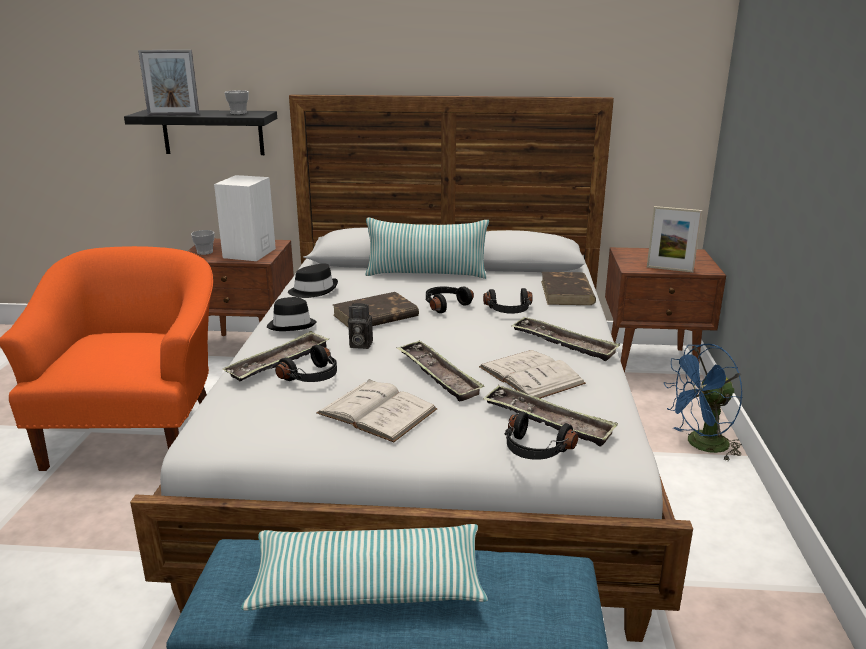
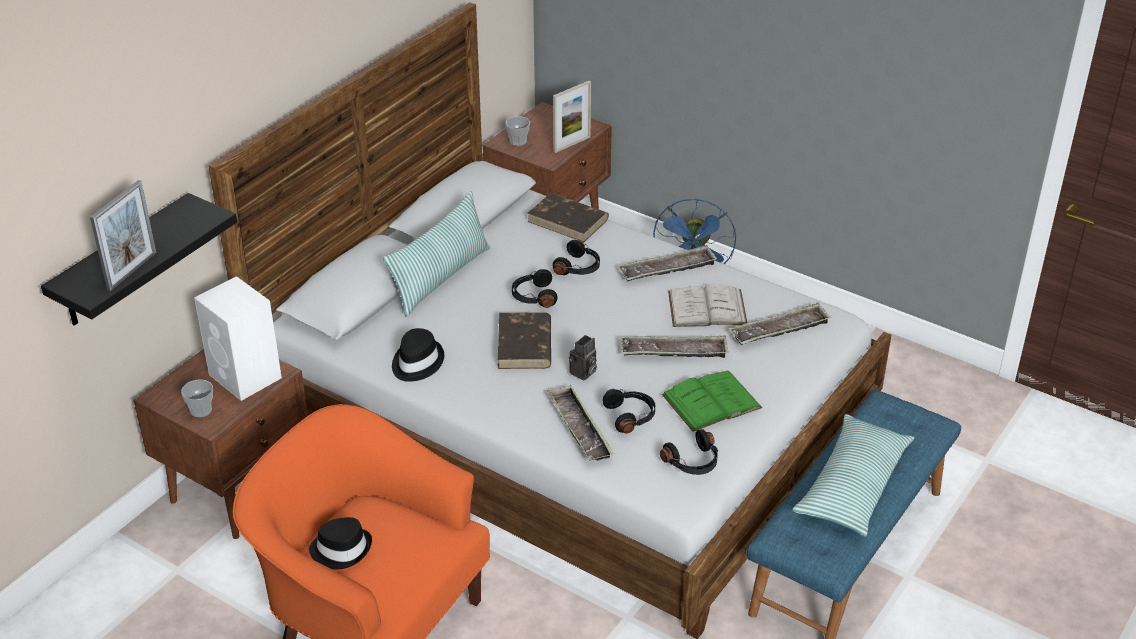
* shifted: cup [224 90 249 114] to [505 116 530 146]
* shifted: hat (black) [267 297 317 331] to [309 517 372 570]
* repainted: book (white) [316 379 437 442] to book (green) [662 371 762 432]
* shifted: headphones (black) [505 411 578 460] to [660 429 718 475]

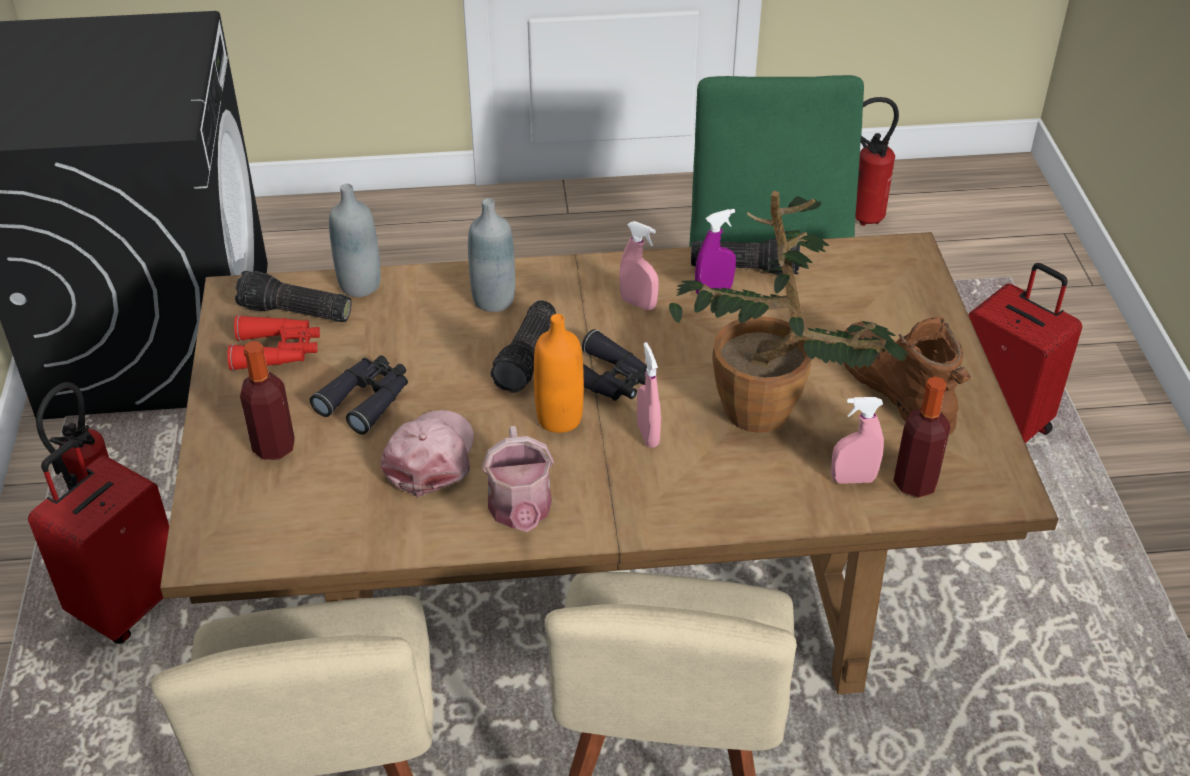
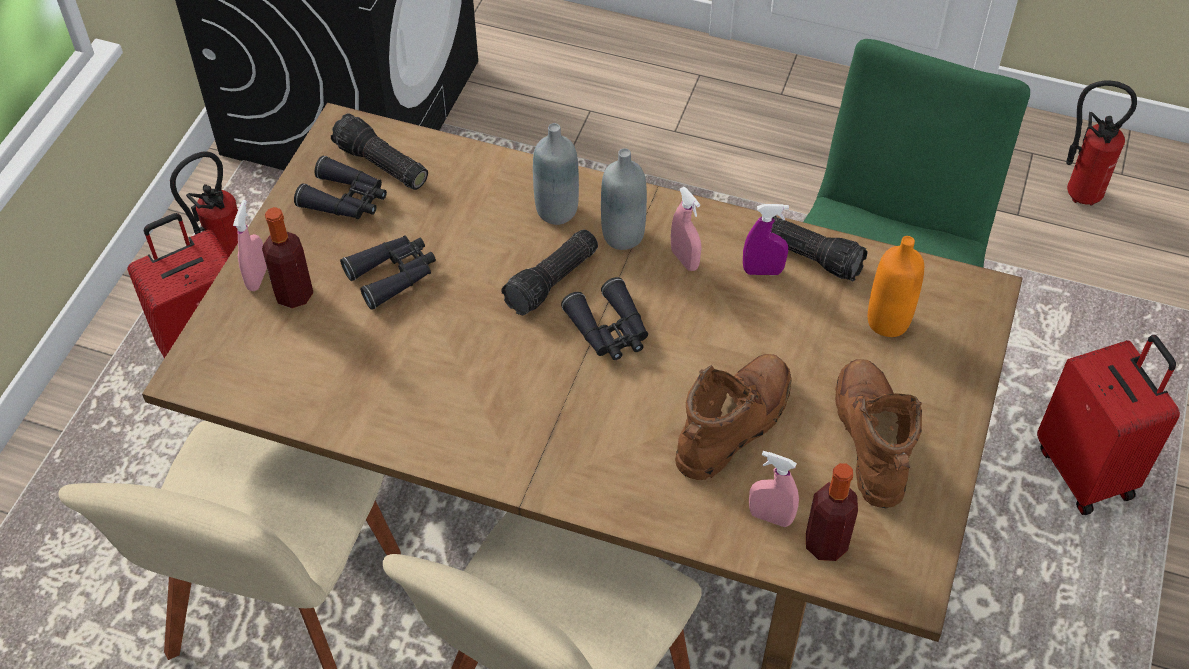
* repainted: binoculars (red) [227 315 320 371] to binoculars (black) [294 156 387 219]
* shifted: bottle (grey) [329 184 381 297] to [601 148 647 250]
* gone: cap (pink) [381 410 474 497]
* gone: watering can [482 426 554 532]
* shifted: bottle (orange) [534 314 584 433] to [868 236 924 337]
* shifted: spray bottle (pink) [637 342 661 448] to [233 200 267 291]
* swapped: potted plant [669 191 909 433] to boot (brown) [675 354 792 480]

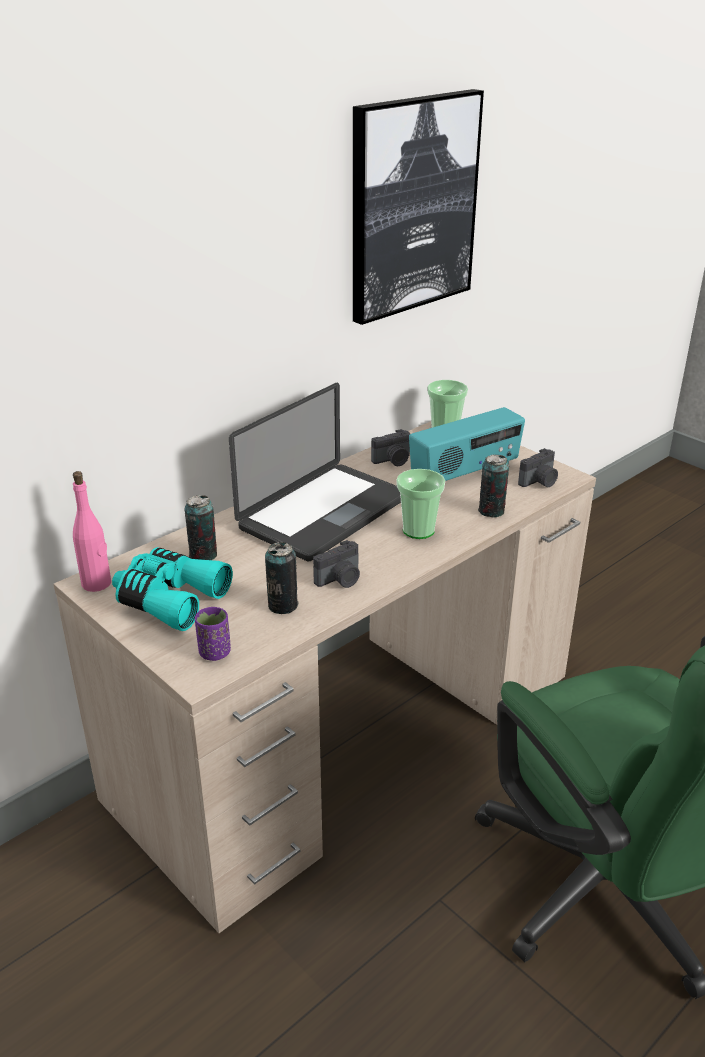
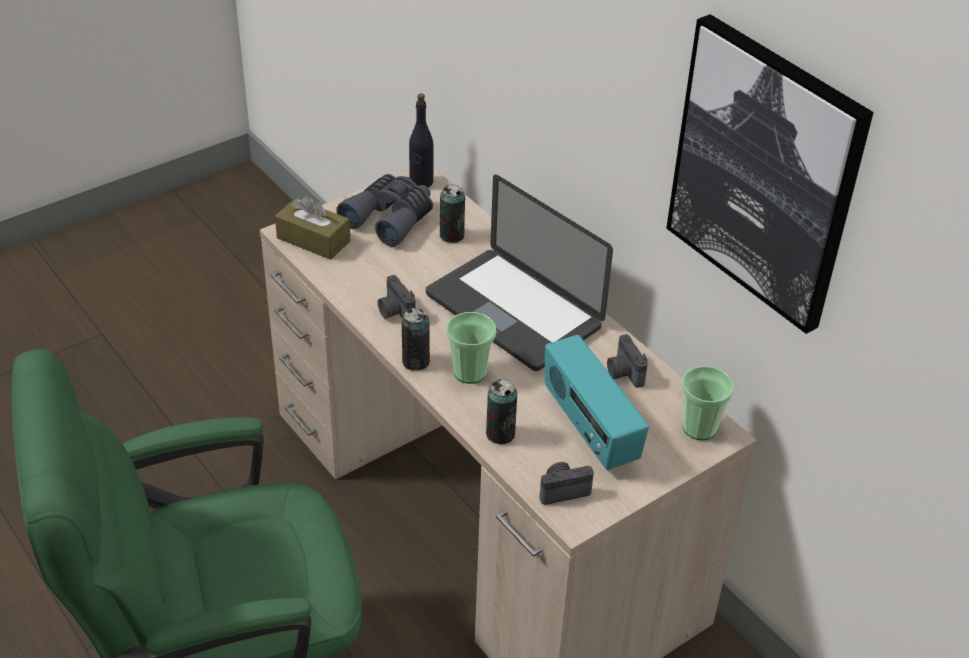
* repainted: bottle (pink) [73 471 111 592] to bottle (black) [409 93 433 188]
* repainted: binoculars (turquoise) [112 547 233 631] to binoculars (grey) [336 174 433 247]
* swapped: cup (purple) [195 607 231 661] to tissue box (brown) [275 195 350 260]
* shifted: can [265 542 298 614] to [402 308 430 371]
* rotated: photo camera [518 448 558 487] = [539 462 594 505] 105 degrees clockwise

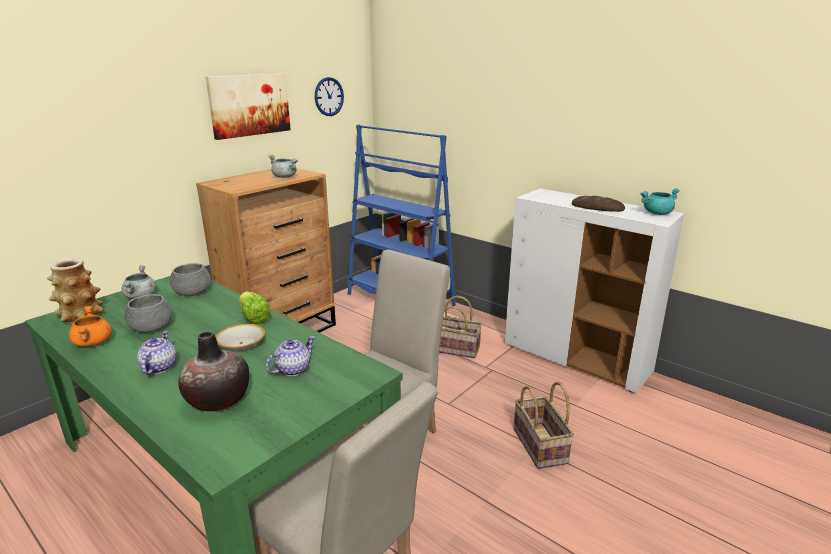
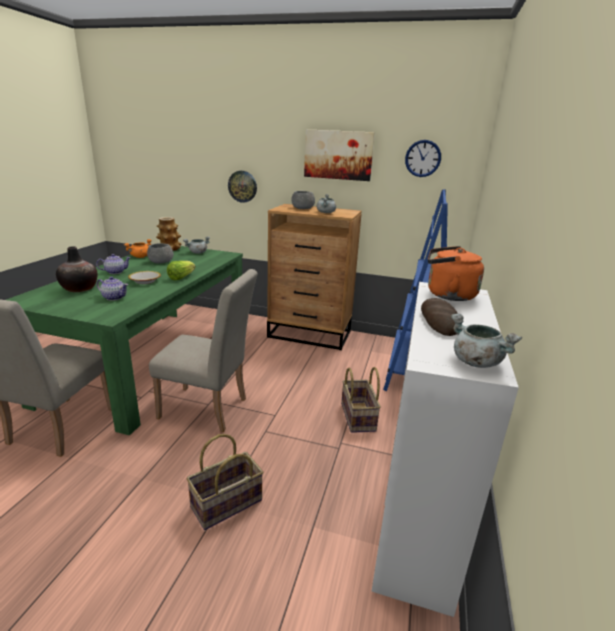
* shifted: bowl (grey) [170 263 211 296] to [291 191 315 209]
* repainted: cooking pot (turquoise) [640 188 680 215] to cooking pot (grey) [451 314 522 368]
* new: wall clock [228 171 257 203]
* new: kettle (orange) [428 246 484 301]

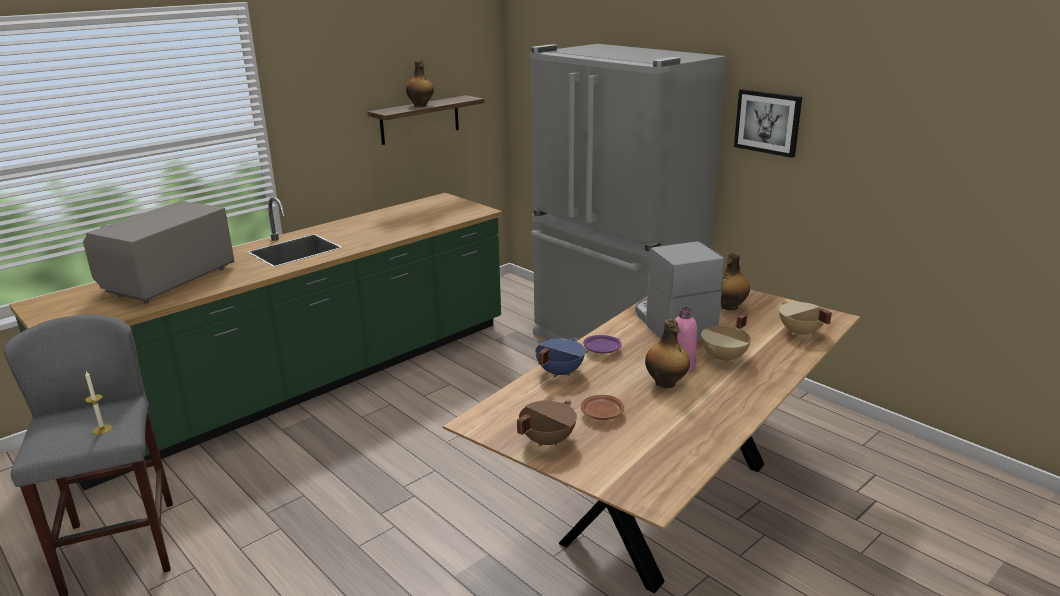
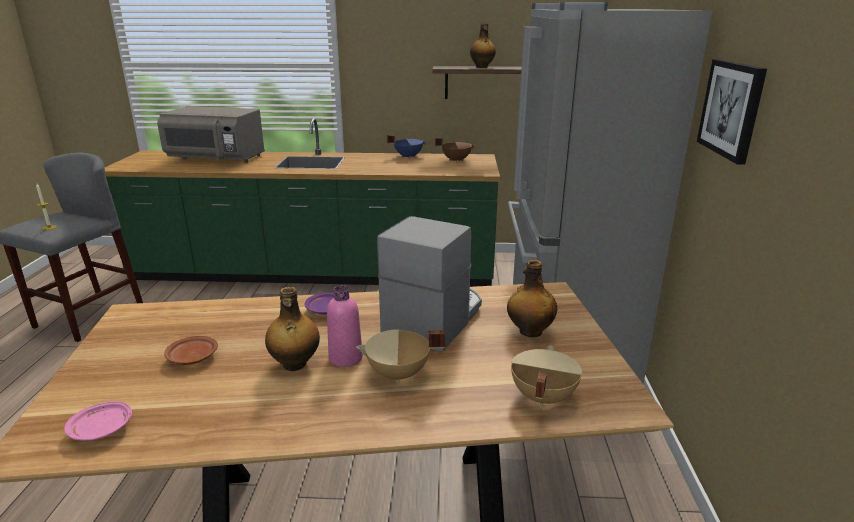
* rotated: microwave (grey) [83 201 235 304] = [157 106 265 163] 150 degrees counterclockwise
* shifted: cooking pot (brown) [517 400 577 447] to [435 138 476 162]
* shifted: cooking pot (blue) [535 338 585 378] to [387 135 427 158]
* new: plate (pink) [64 401 132 441]

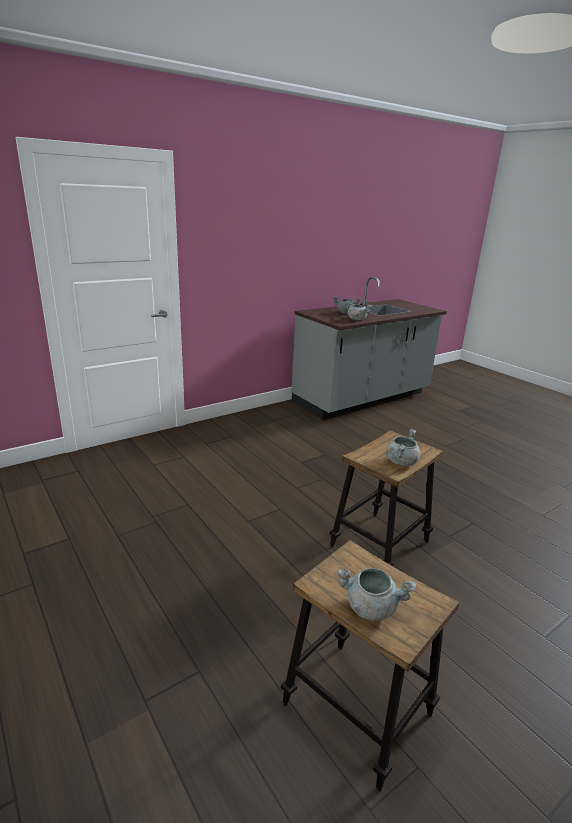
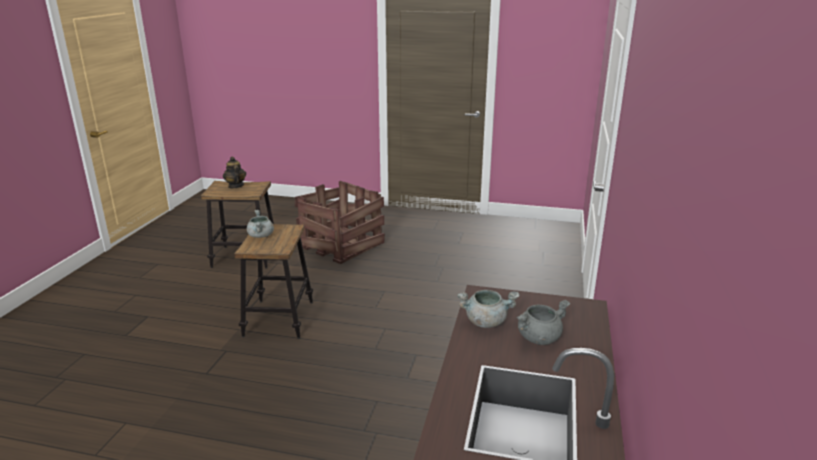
* swapped: cooking pot (grey) [337 568 416 620] to teapot [223 157 246 188]
* new: crate [295 181 385 264]

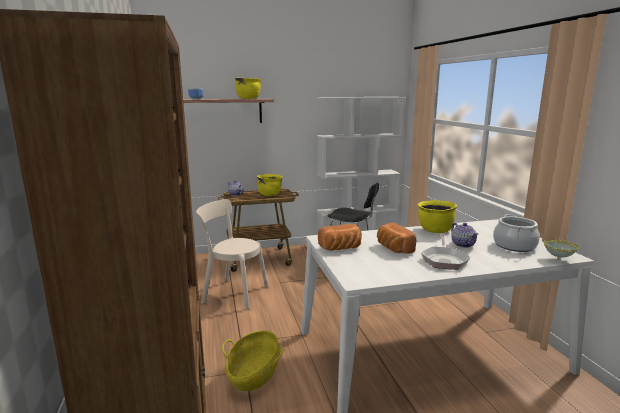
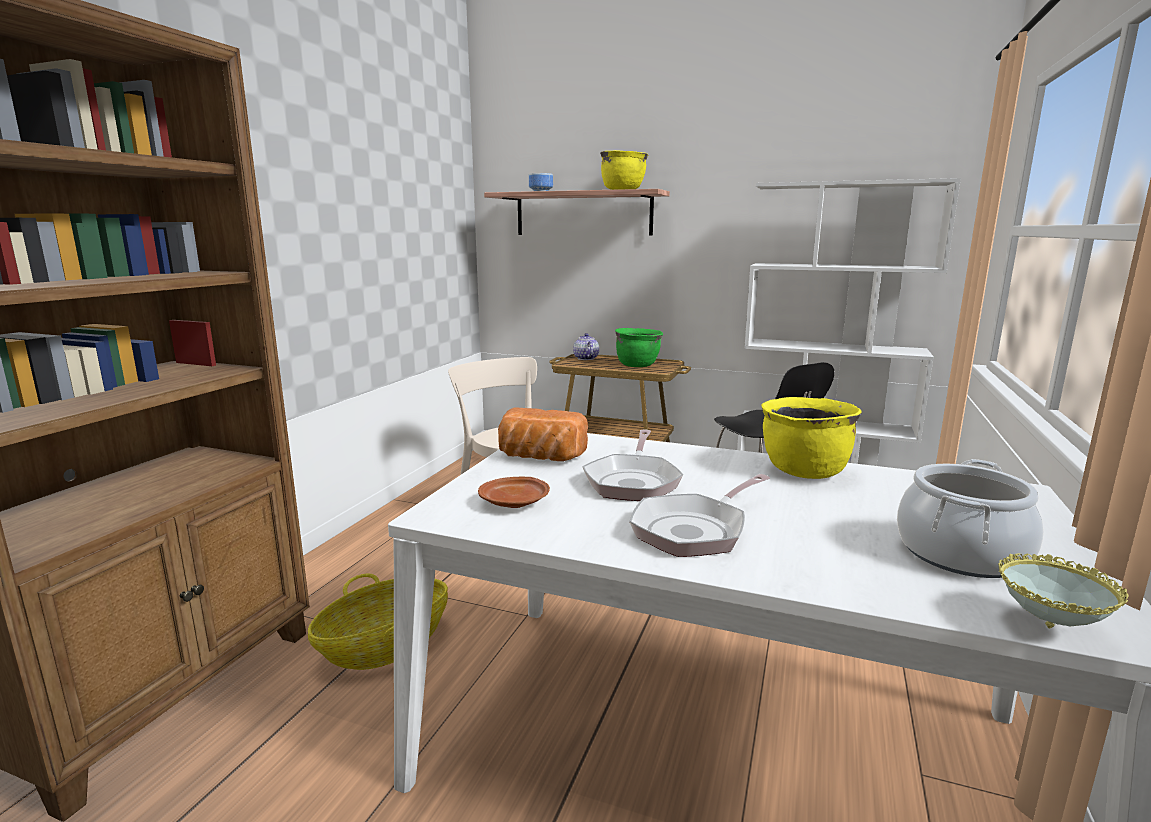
* repainted: cooking pot (yellow) [257 174 283 196] to cooking pot (green) [615 328 663 367]
* swapped: bread [377 223 416 254] to frying pan [582 430 683 501]
* gone: teapot [451 223 479 248]
* new: plate (brown) [478 477 550 508]

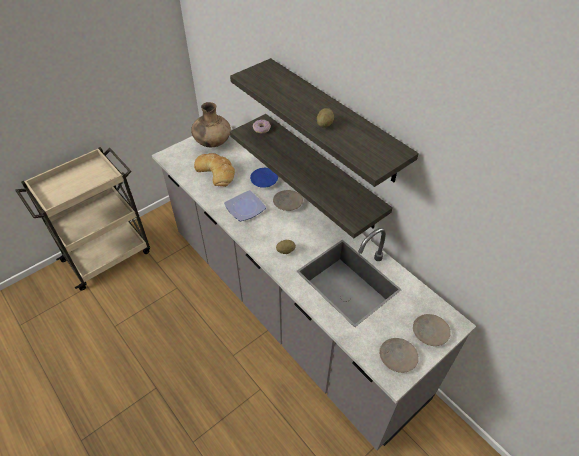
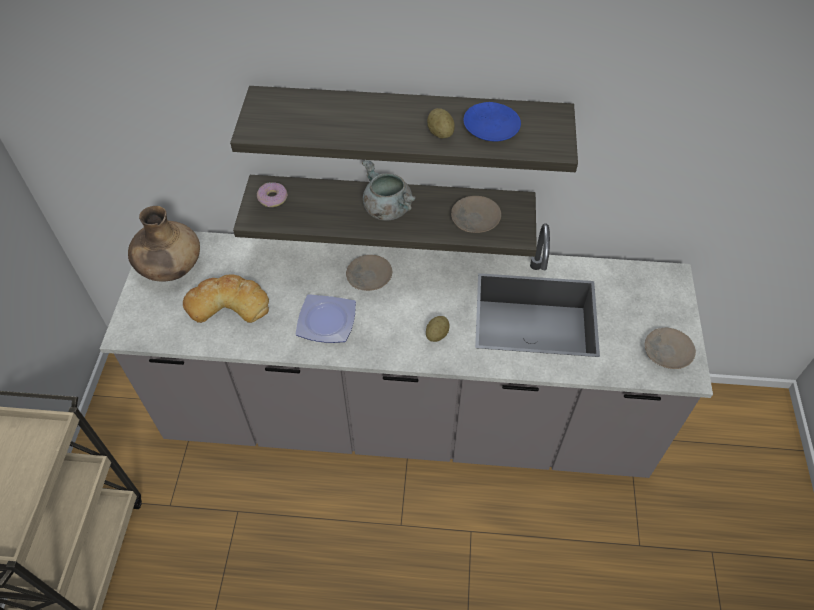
* shifted: plate (blue) [250 168 278 188] to [464 102 521 141]
* shifted: plate (beige) [413 314 451 346] to [451 196 501 233]
* new: cooking pot (grey) [362 160 416 221]

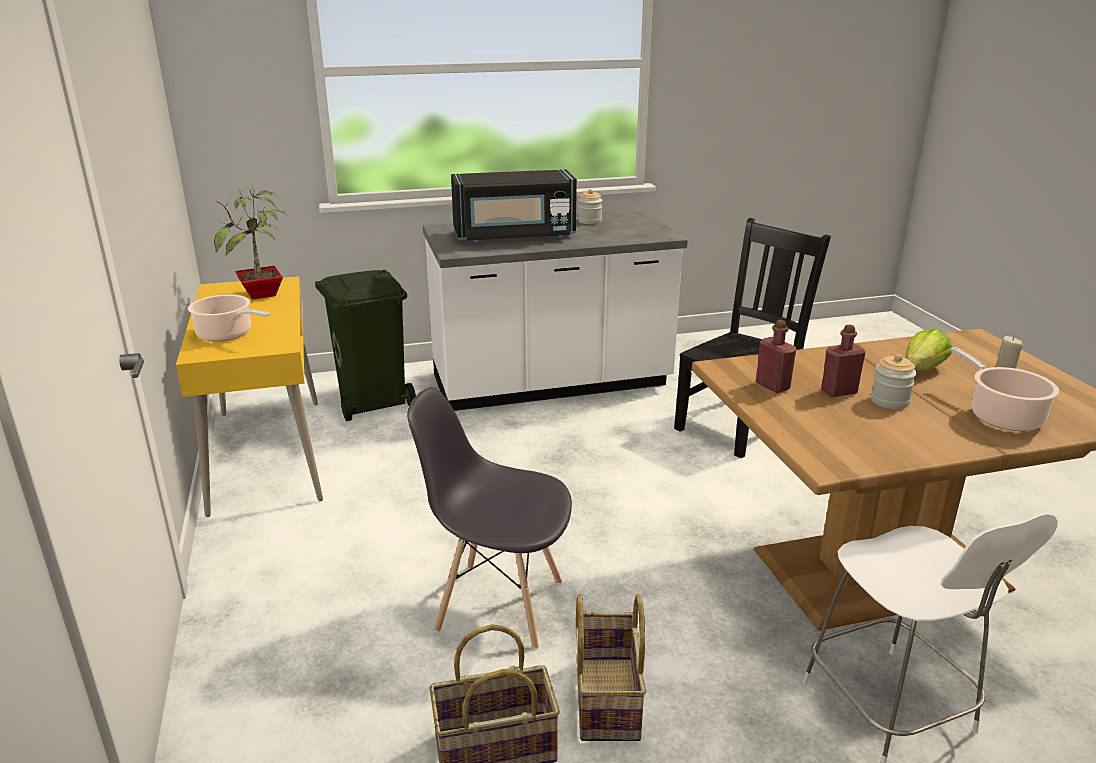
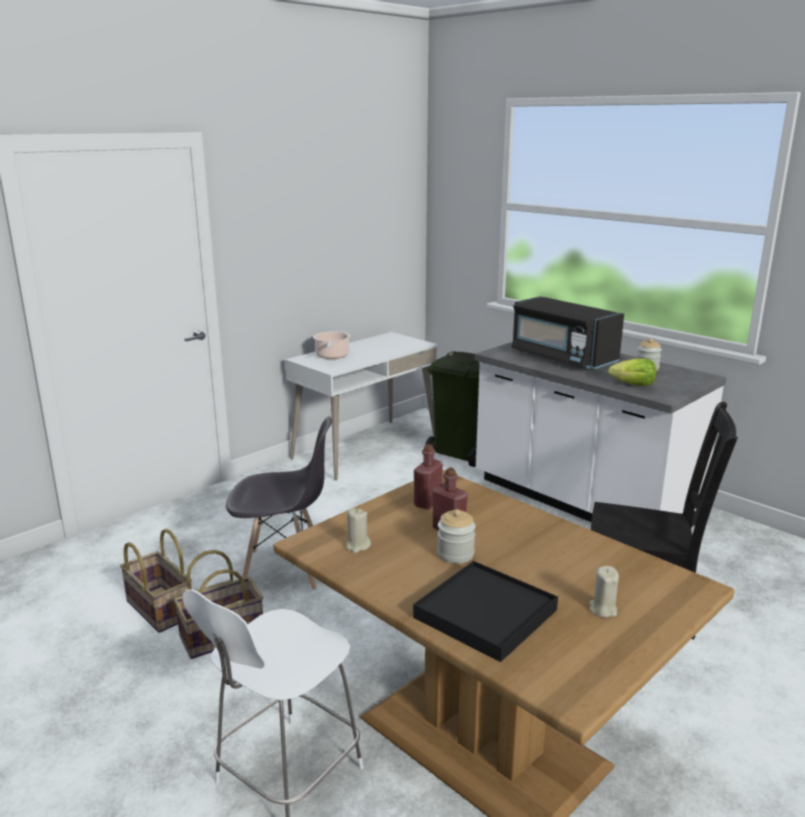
* repainted: desk (yellow) [176 276 323 517] to desk (white) [285 332 438 481]
* gone: potted plant [214 187 287 300]
* rotated: chair (grey) [407 387 572 649] = [226 416 332 590] 105 degrees clockwise
* shifted: lettuce [905 328 952 371] to [608 358 657 386]
* swapped: cooking pot [950 347 1059 431] to tray (black) [413 561 558 662]
* new: candle (beige) [346 509 371 553]

